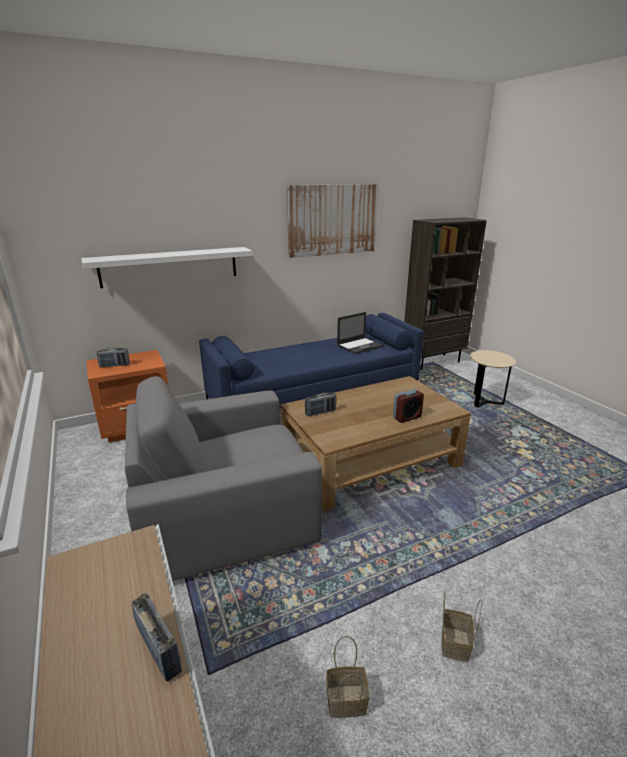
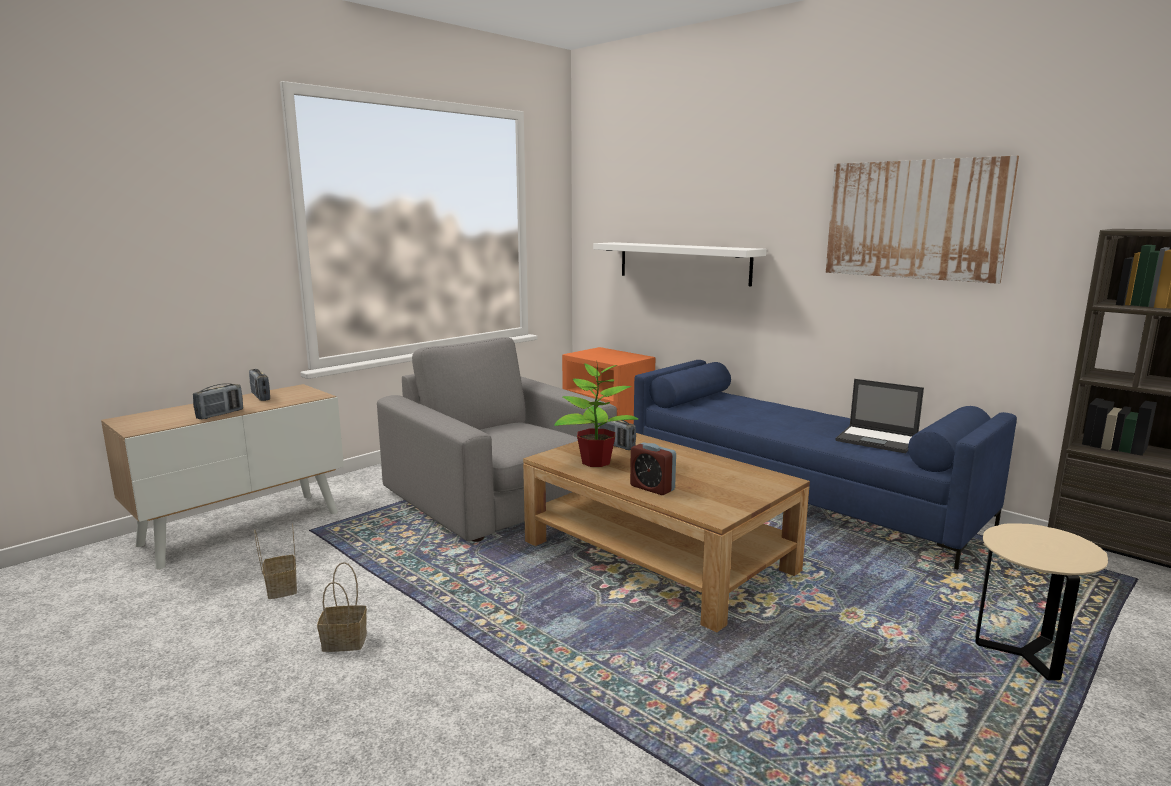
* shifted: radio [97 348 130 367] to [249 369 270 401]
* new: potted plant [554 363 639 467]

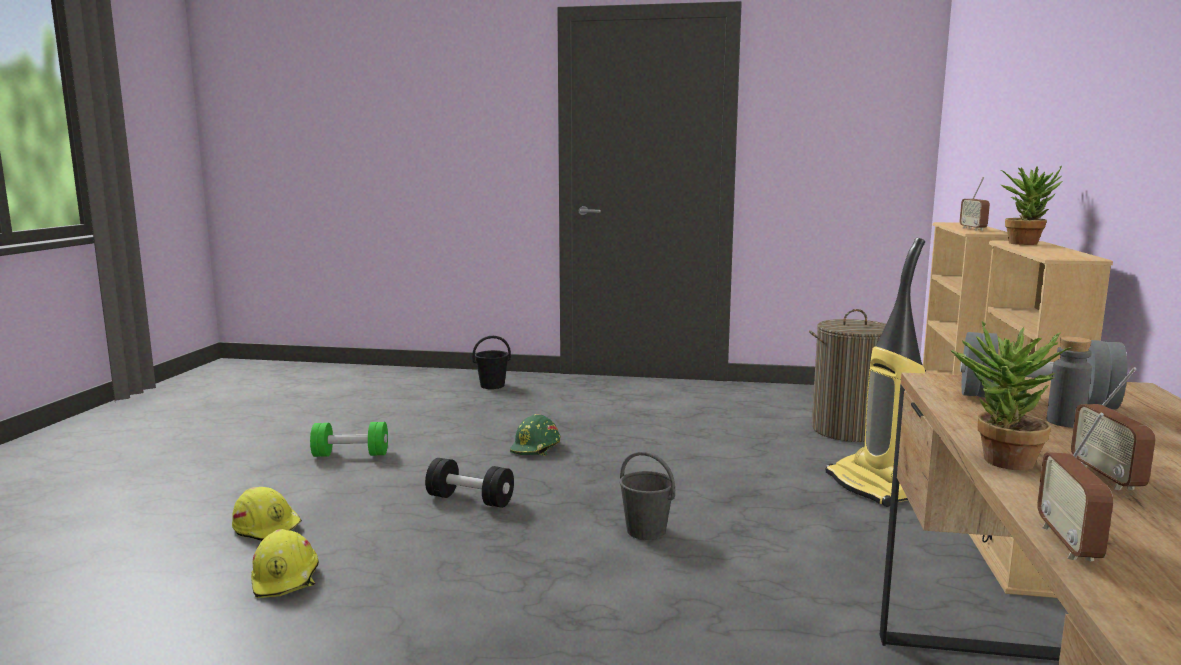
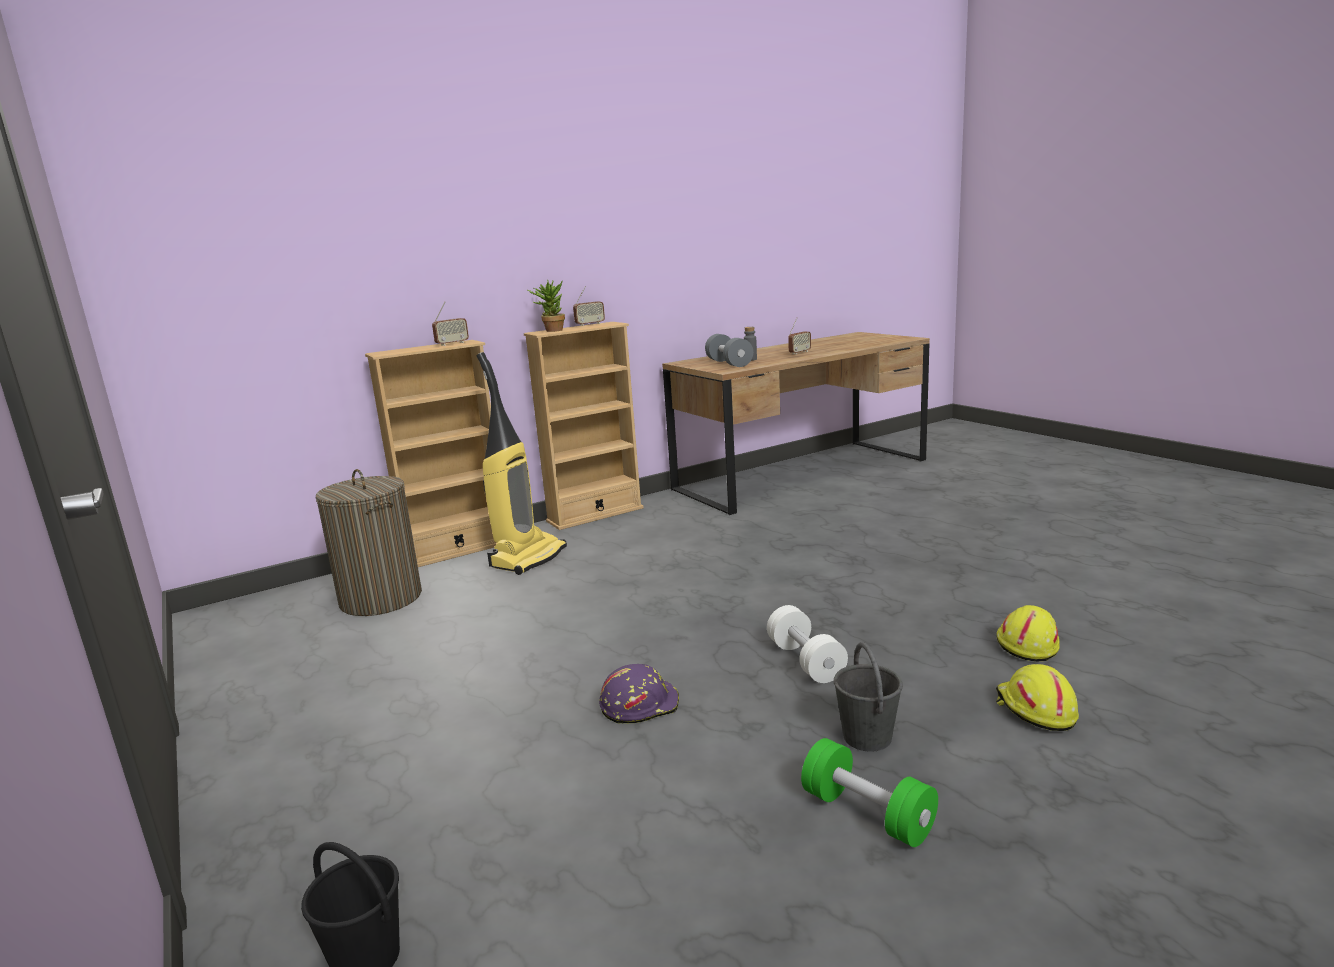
* repainted: dumbbell (black) [425 458 514 508] to dumbbell (white) [767 605 848 683]
* repainted: hard hat (green) [510 414 560 456] to hard hat (purple) [599 664 679 723]
* shifted: bucket (grey) [620 451 675 540] to [834 642 903 752]
* gone: potted plant [951 321 1073 470]
* shifted: radio [1037 413 1113 561] to [573 286 605 326]

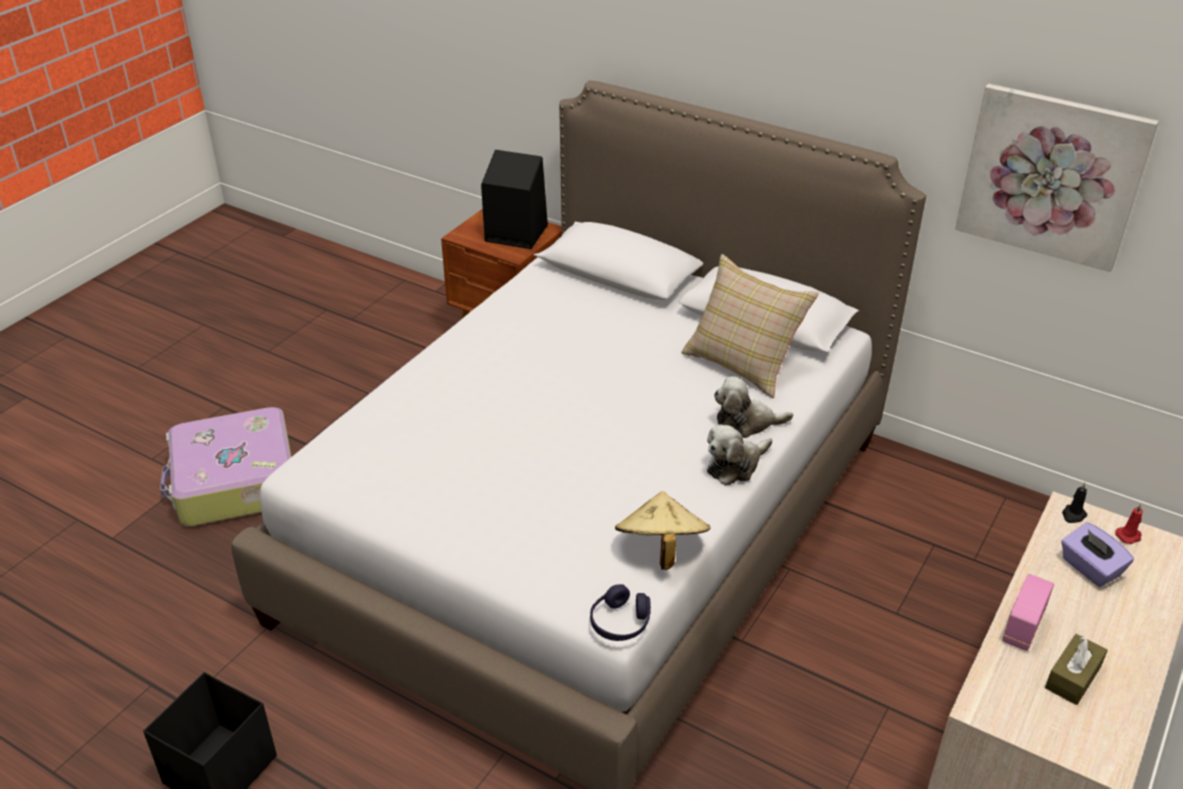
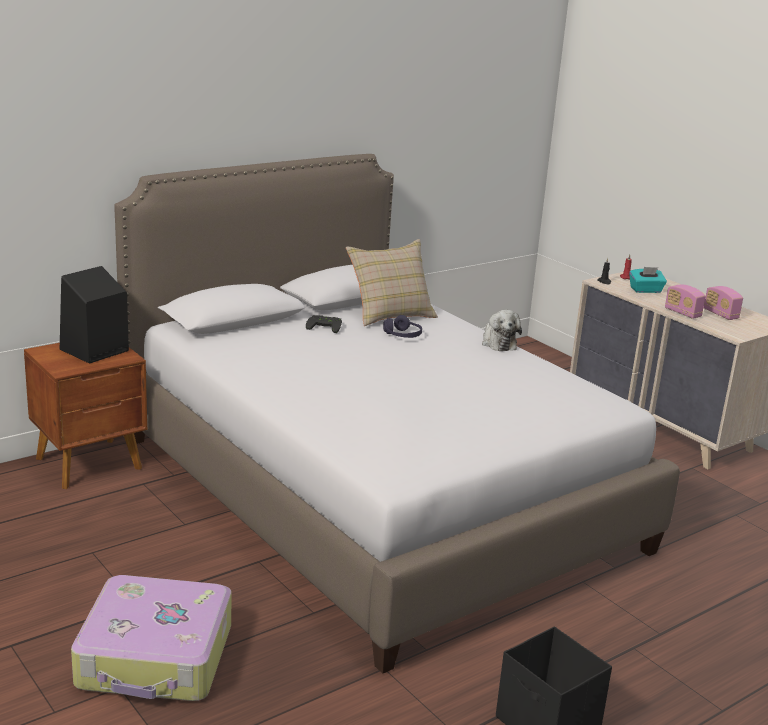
* shifted: headphones (purple) [590 584 651 641] to [383 315 422 338]
* gone: hat (beige) [615 491 710 570]
* gone: plush toy [714 376 793 438]
* gone: picture [955 84 1159 272]
* swapped: tissue box (brown) [1045 634 1108 705] to radio [704 286 743 320]
* repainted: tissue box (purple) [1061 522 1134 587] to tissue box (turquoise) [629 267 667 293]
* new: game controller (black) [306 315 342 333]

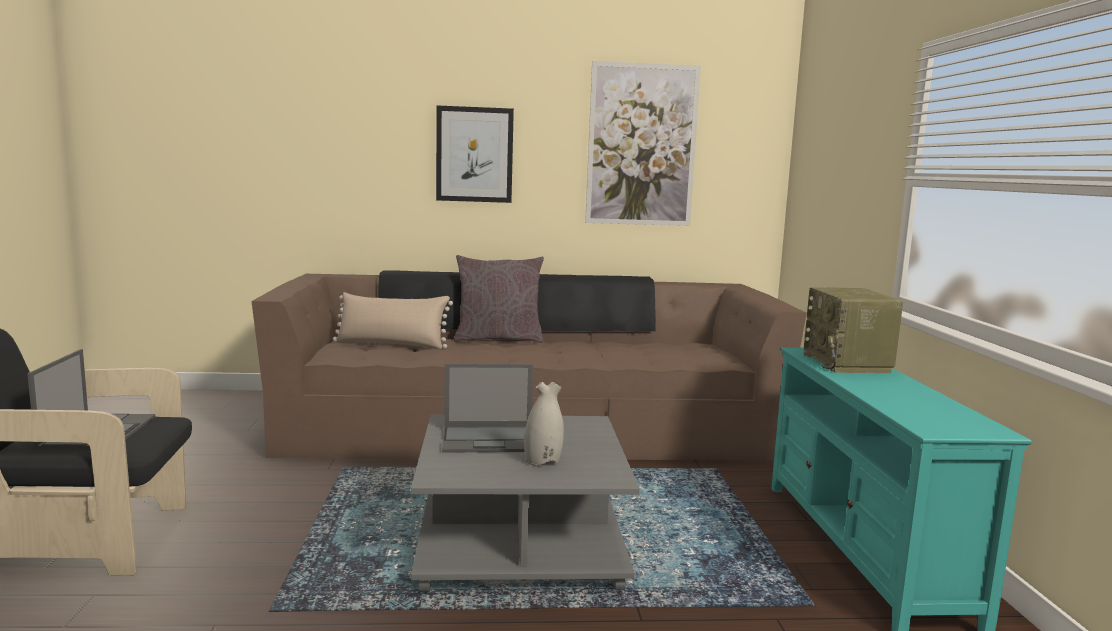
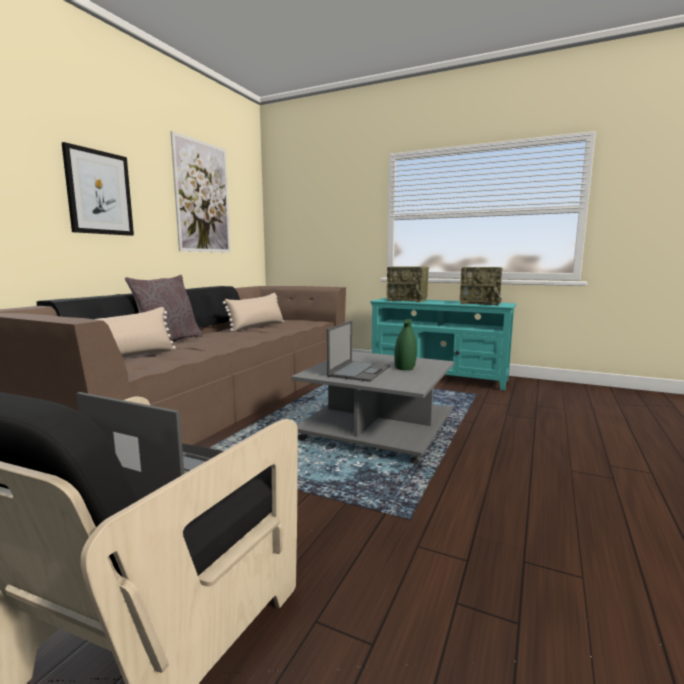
* repainted: vase (white) [524 382 564 466] to vase (green) [394 319 417 370]
* new: pillow (beige) [223 293 284 331]
* new: radio [460 267 503 306]

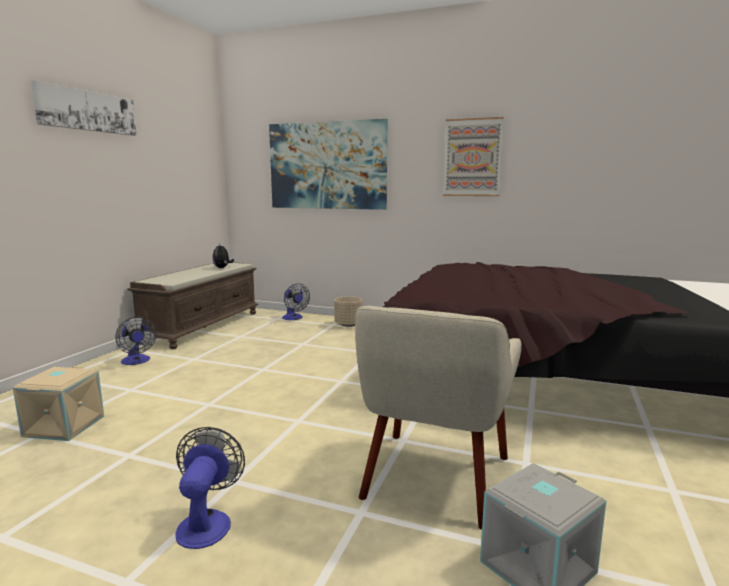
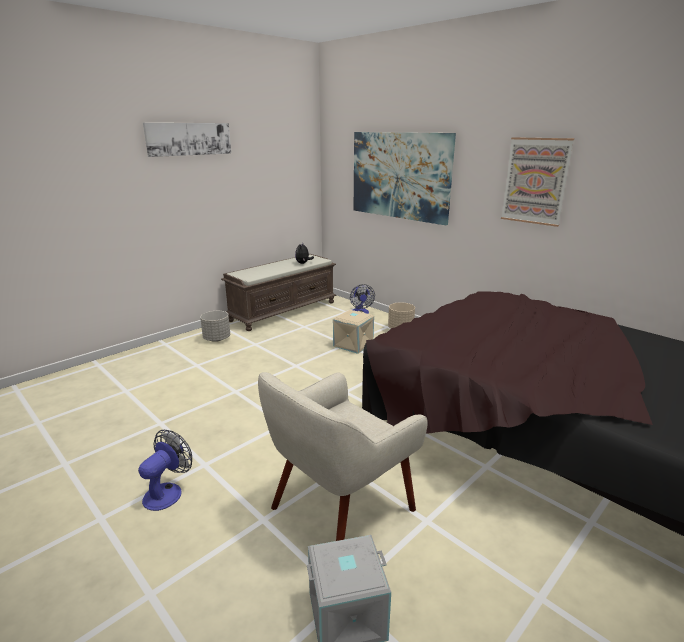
* shifted: storage box (beige) [13 367 104 441] to [333 310 374 354]
* swapped: fan [116 317 157 365] to planter (grey) [200 311 230 342]

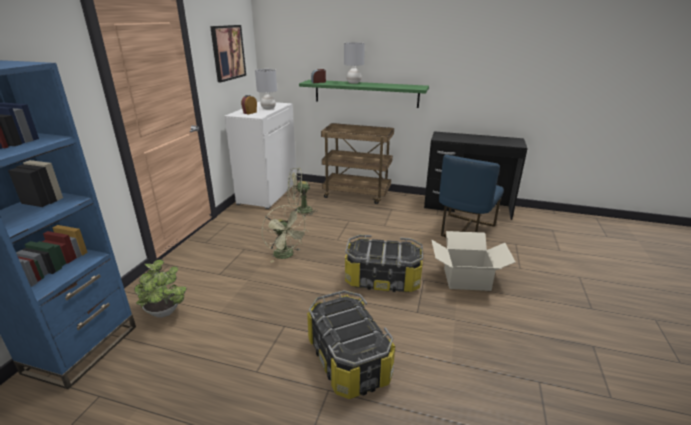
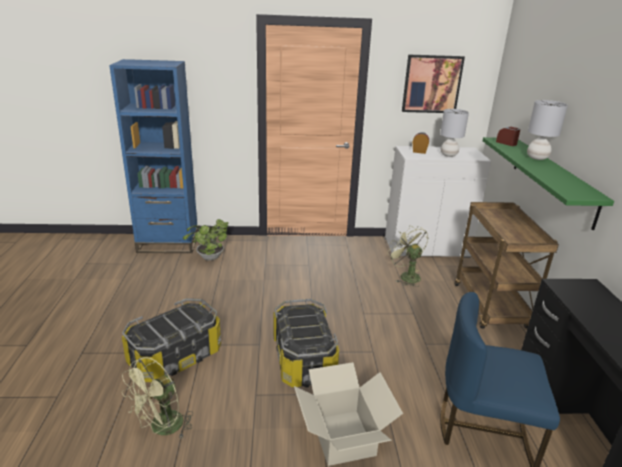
* shifted: fan (green) [262 205 308 263] to [122 357 193 439]

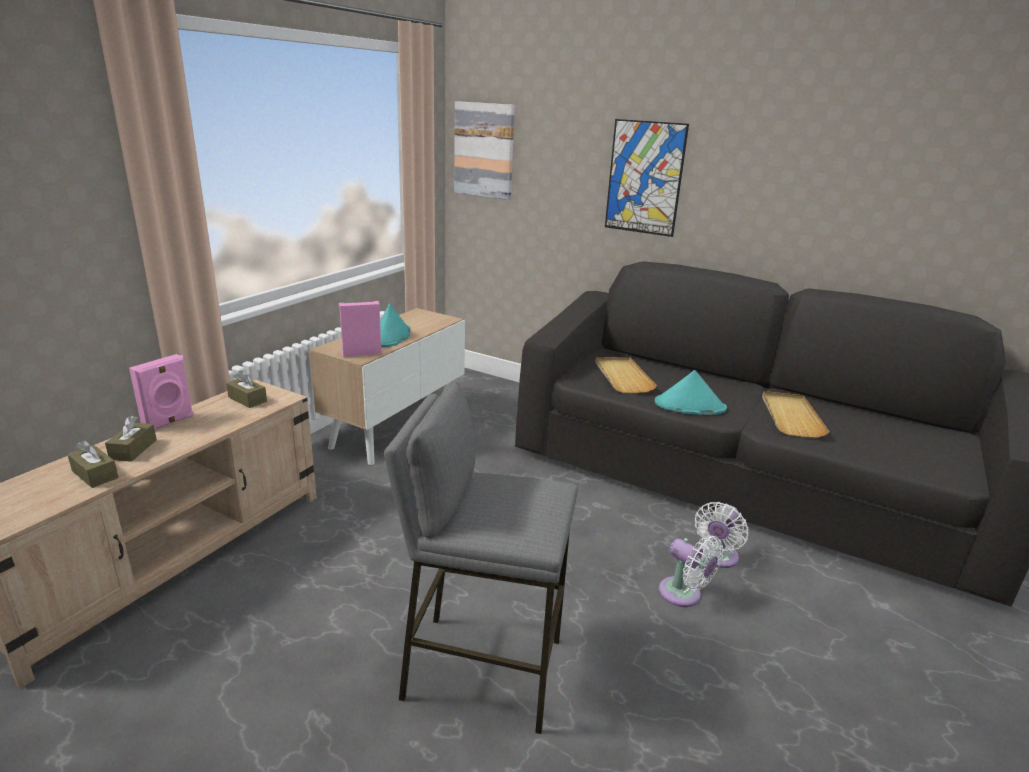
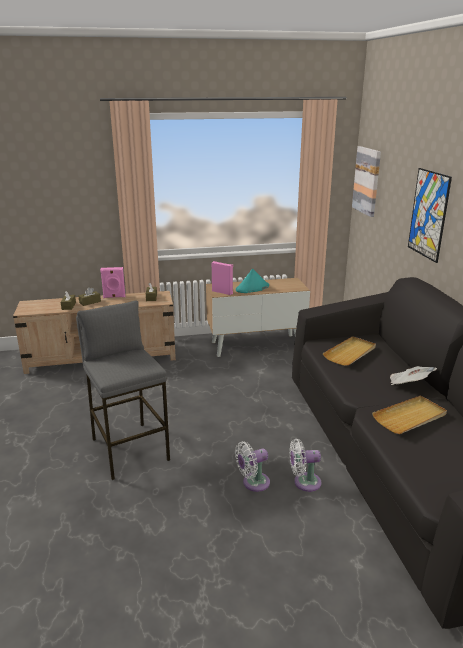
* gone: hat (turquoise) [655 370 727 415]
* rotated: fan (white) [659 536 724 607] = [235 442 270 492] 60 degrees clockwise
* new: newspaper [390 366 437 385]

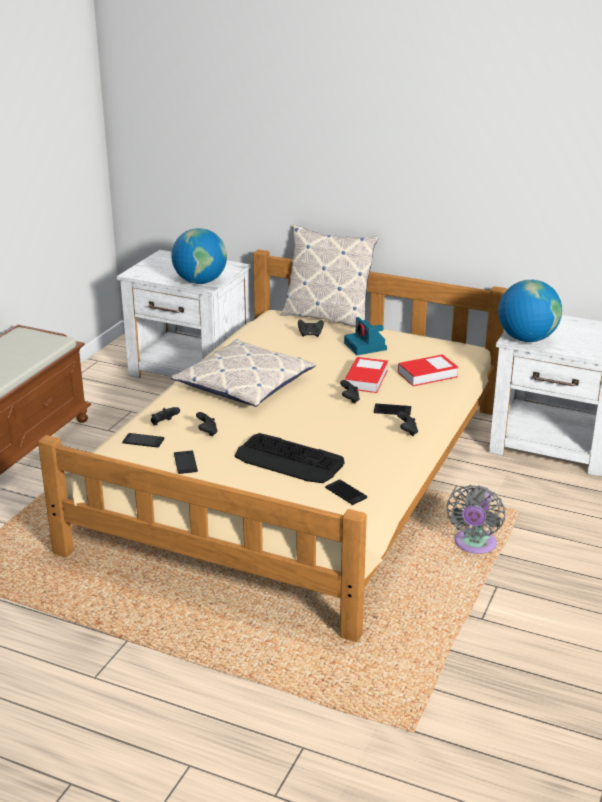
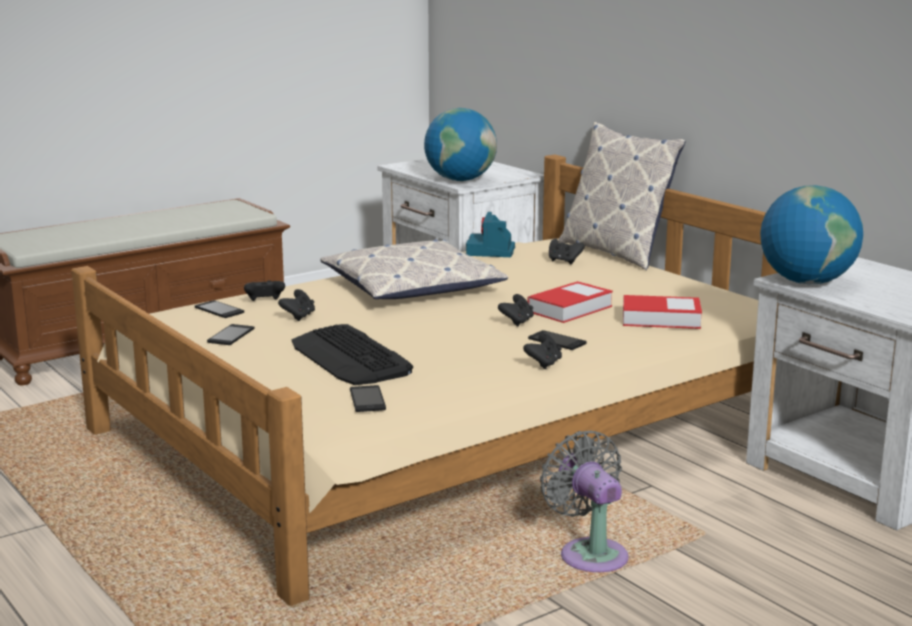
* shifted: photo camera [344 317 387 355] to [466 212 515 257]
* rotated: fan (grey) [446 485 505 554] = [540 431 629 572] 105 degrees clockwise

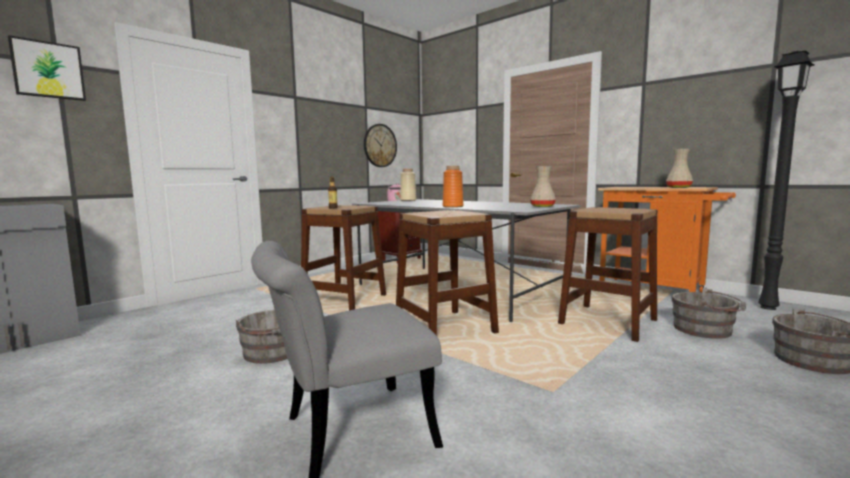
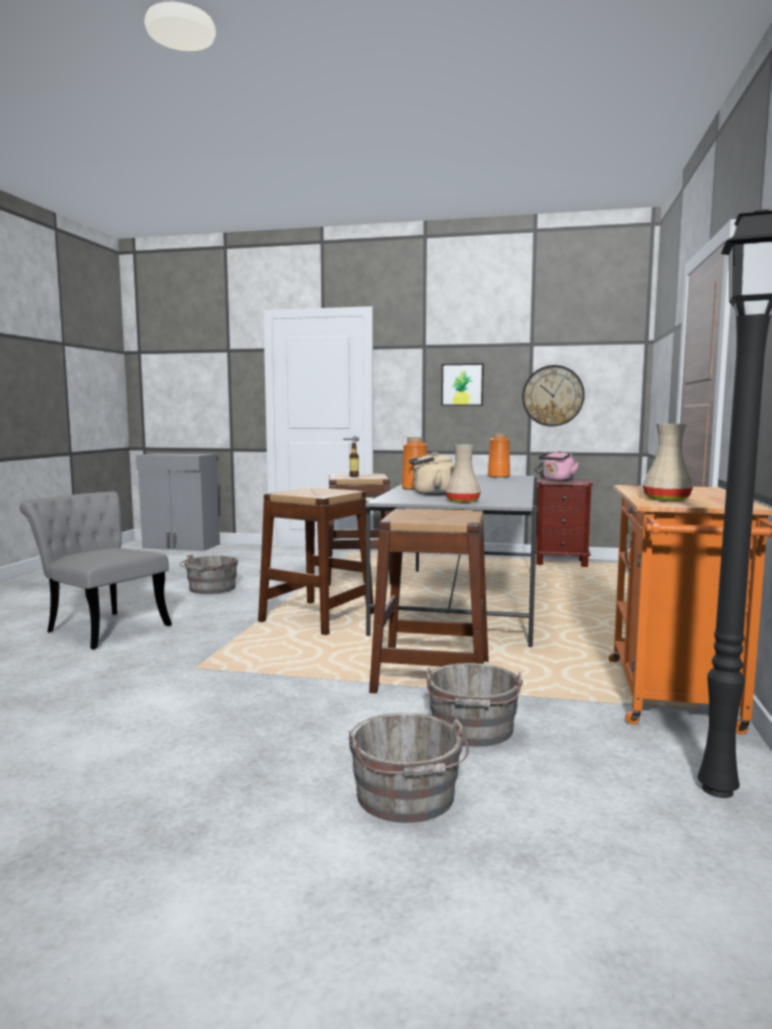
* shifted: picture [8 35 86 101] to [441 363 484 406]
* repainted: vase (beige) [400 169 416 201] to vase (orange) [488 433 510 478]
* new: kettle (beige) [409 452 455 495]

